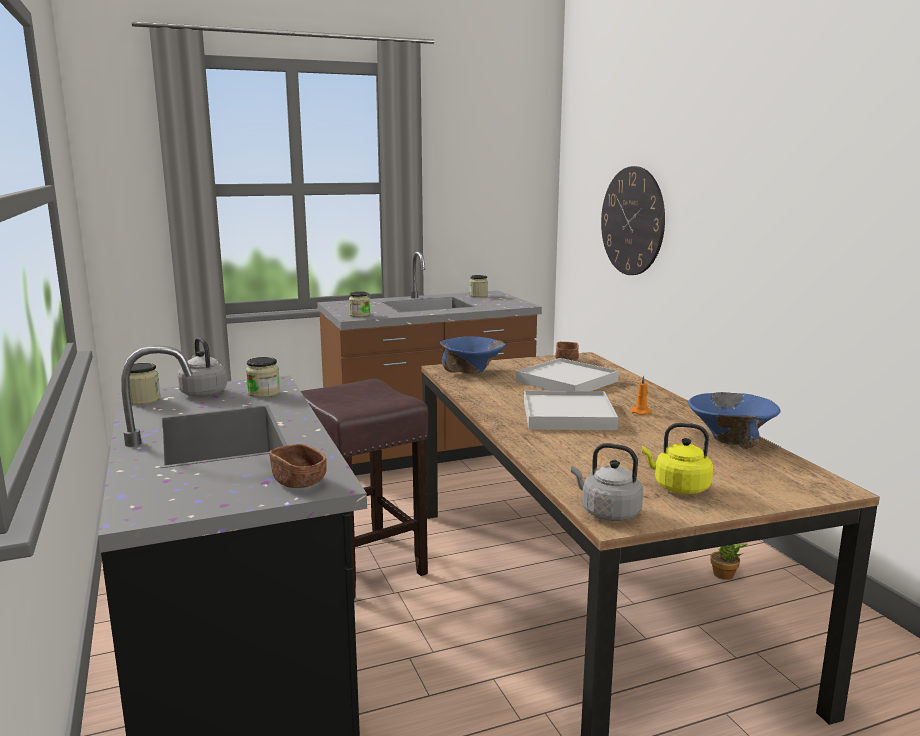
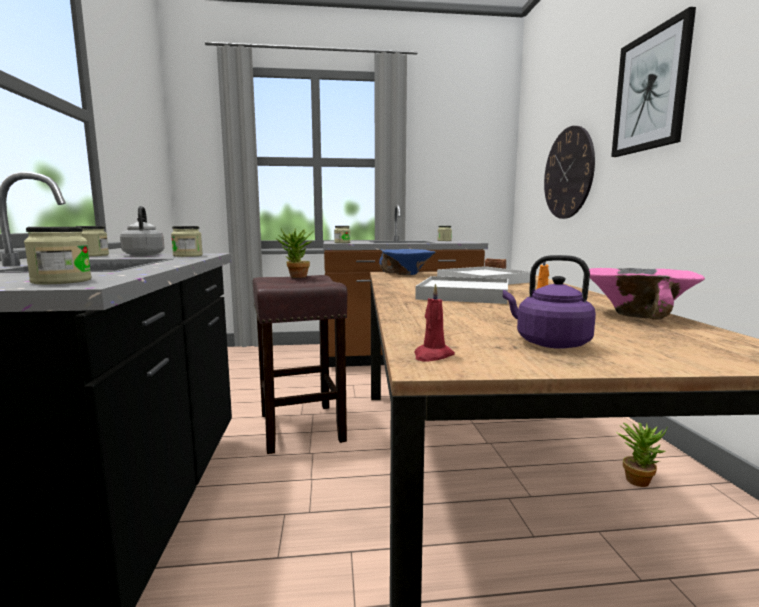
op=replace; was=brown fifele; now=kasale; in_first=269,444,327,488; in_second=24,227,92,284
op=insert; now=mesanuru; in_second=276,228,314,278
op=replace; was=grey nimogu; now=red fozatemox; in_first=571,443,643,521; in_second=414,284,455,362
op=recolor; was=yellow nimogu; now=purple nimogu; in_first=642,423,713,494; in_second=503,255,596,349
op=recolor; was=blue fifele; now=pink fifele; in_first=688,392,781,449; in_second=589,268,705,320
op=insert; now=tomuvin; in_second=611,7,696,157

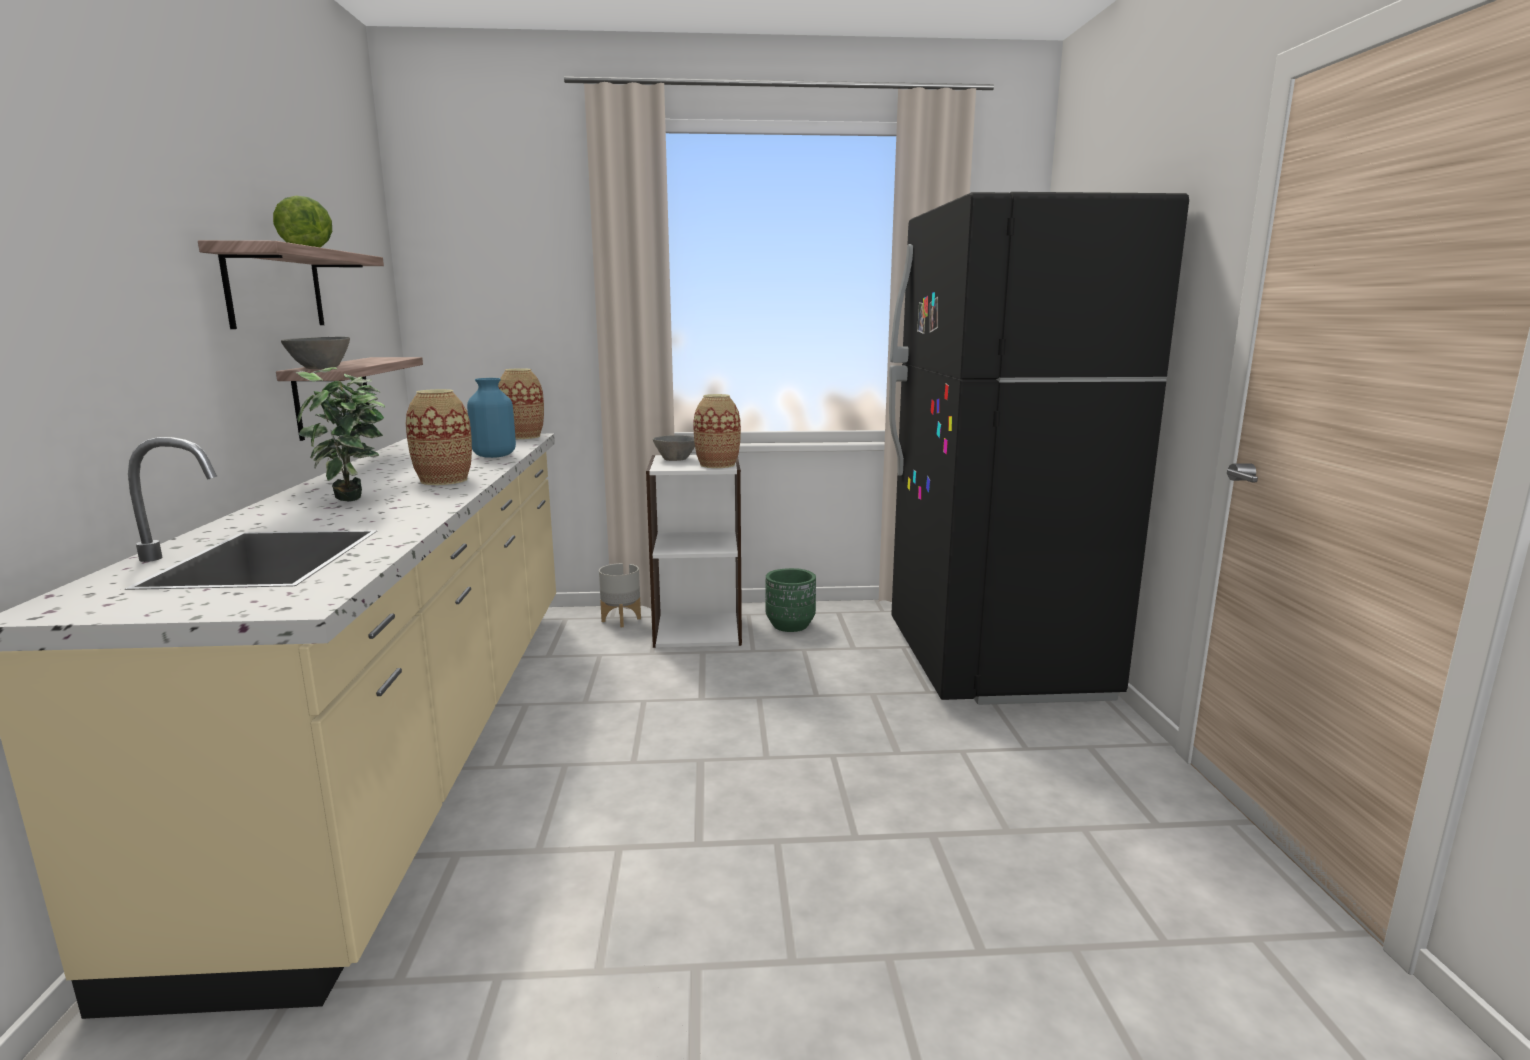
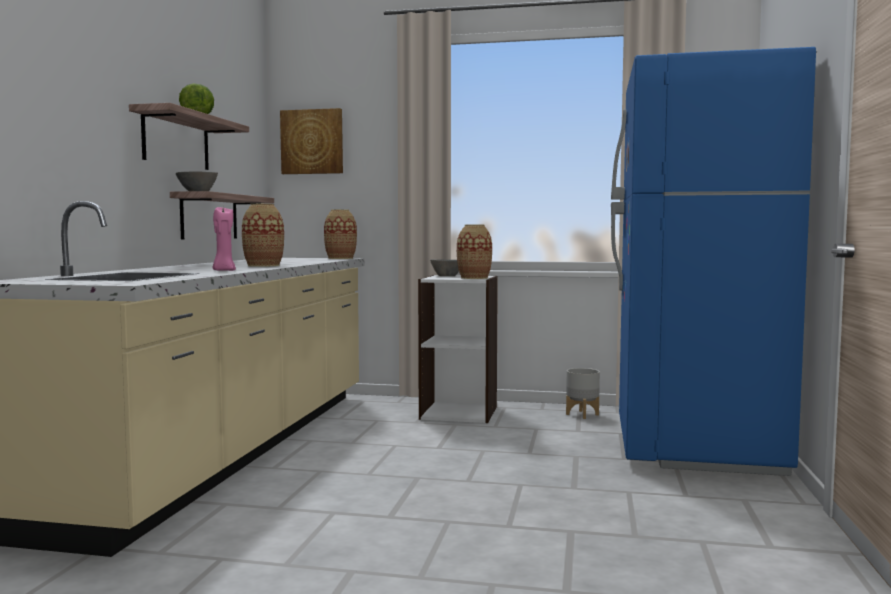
op=insert; now=pink fozatemox; in_second=213,207,236,271
op=insert; now=tomuvin; in_second=280,108,343,174
op=move; was=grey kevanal; in_first=599,563,641,627; in_second=566,368,600,419
op=recolor; was=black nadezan; now=blue nadezan; in_first=889,192,1189,705; in_second=611,47,816,476
op=delete; was=mesanuru; in_first=295,367,385,501
op=delete; was=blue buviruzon; in_first=467,378,516,458
op=delete; was=green kevanal; in_first=765,568,816,632

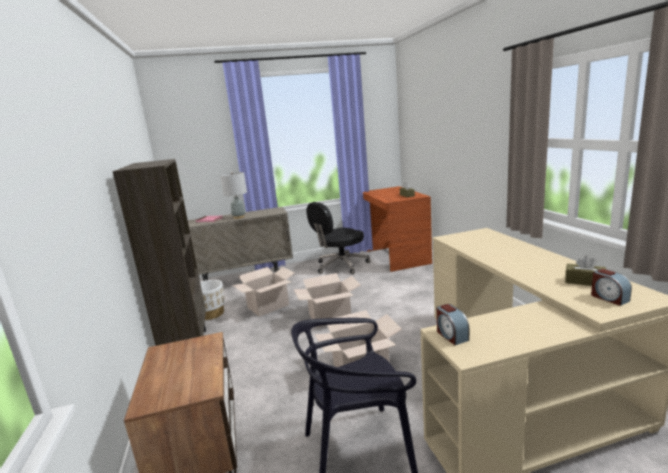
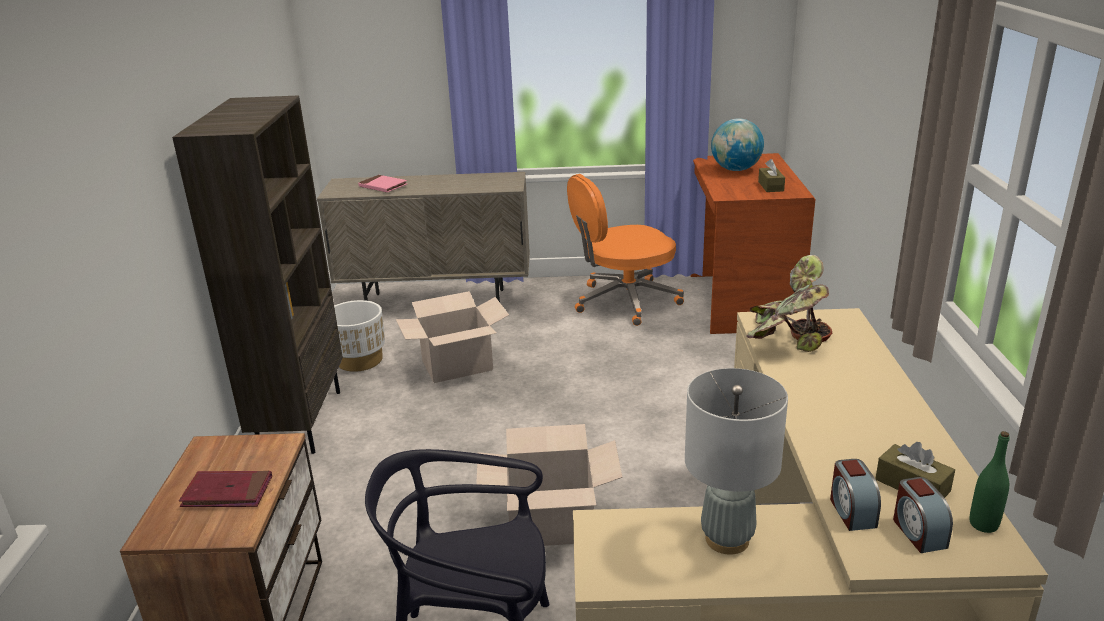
op=insert; now=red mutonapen; in_second=179,471,272,507
op=recolor; was=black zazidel; now=orange zazidel; in_first=306,202,370,274; in_second=567,174,684,326
op=move; was=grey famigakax; in_first=220,172,247,219; in_second=685,368,788,555
op=insert; now=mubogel; in_second=711,118,764,171
op=insert; now=mesanuru; in_second=746,255,833,352
op=move; was=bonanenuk; in_first=437,304,469,345; in_second=830,459,881,531
op=insert; now=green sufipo; in_second=970,431,1010,533
op=delete; was=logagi; in_first=293,273,361,328

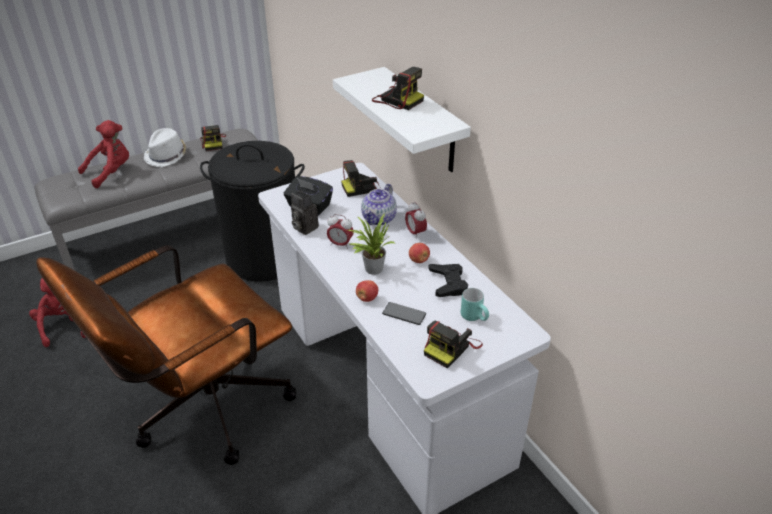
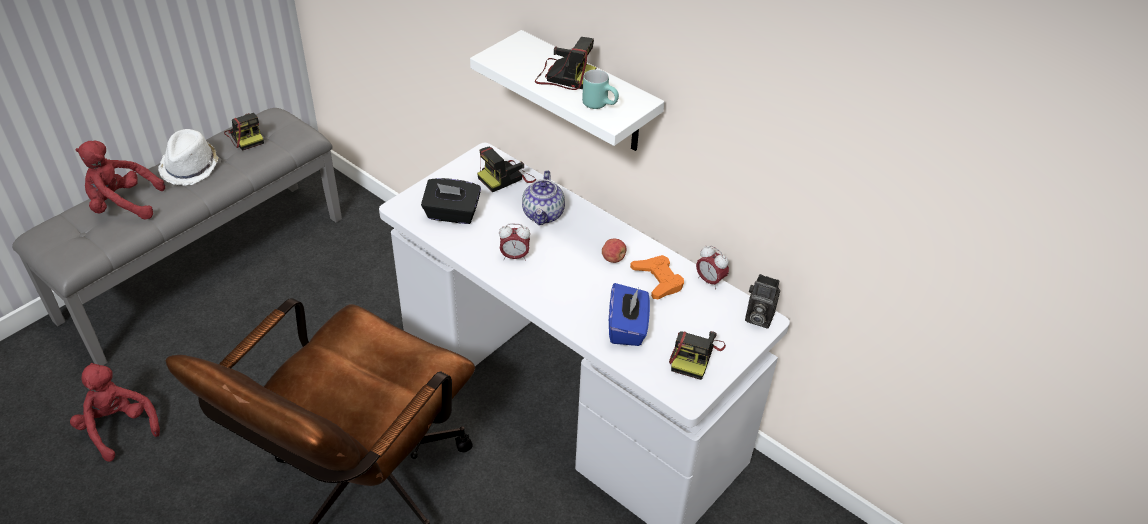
op=rotate; was=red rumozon; in_first=78,120,129,188; in_second=75,141,165,220; clockwise=-120
op=move; was=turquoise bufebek; in_first=461,288,489,321; in_second=582,69,619,109
op=replace; was=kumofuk; now=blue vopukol; in_first=382,302,426,325; in_second=609,283,650,346
op=recolor; was=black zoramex; now=orange zoramex; in_first=428,264,468,297; in_second=630,255,684,299
op=move; was=bonanenuk; in_first=405,202,427,239; in_second=696,246,729,290
op=move; was=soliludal; in_first=291,190,319,235; in_second=745,274,780,329
op=delete; was=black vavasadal; in_first=200,141,305,282
op=delete; was=mesanuru; in_first=347,213,395,275
op=delete; was=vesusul; in_first=356,280,378,302

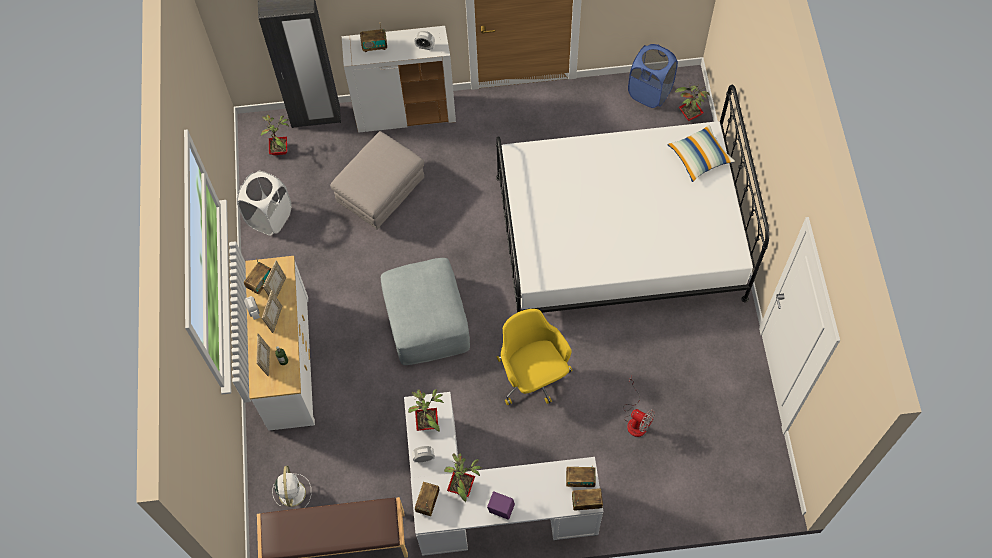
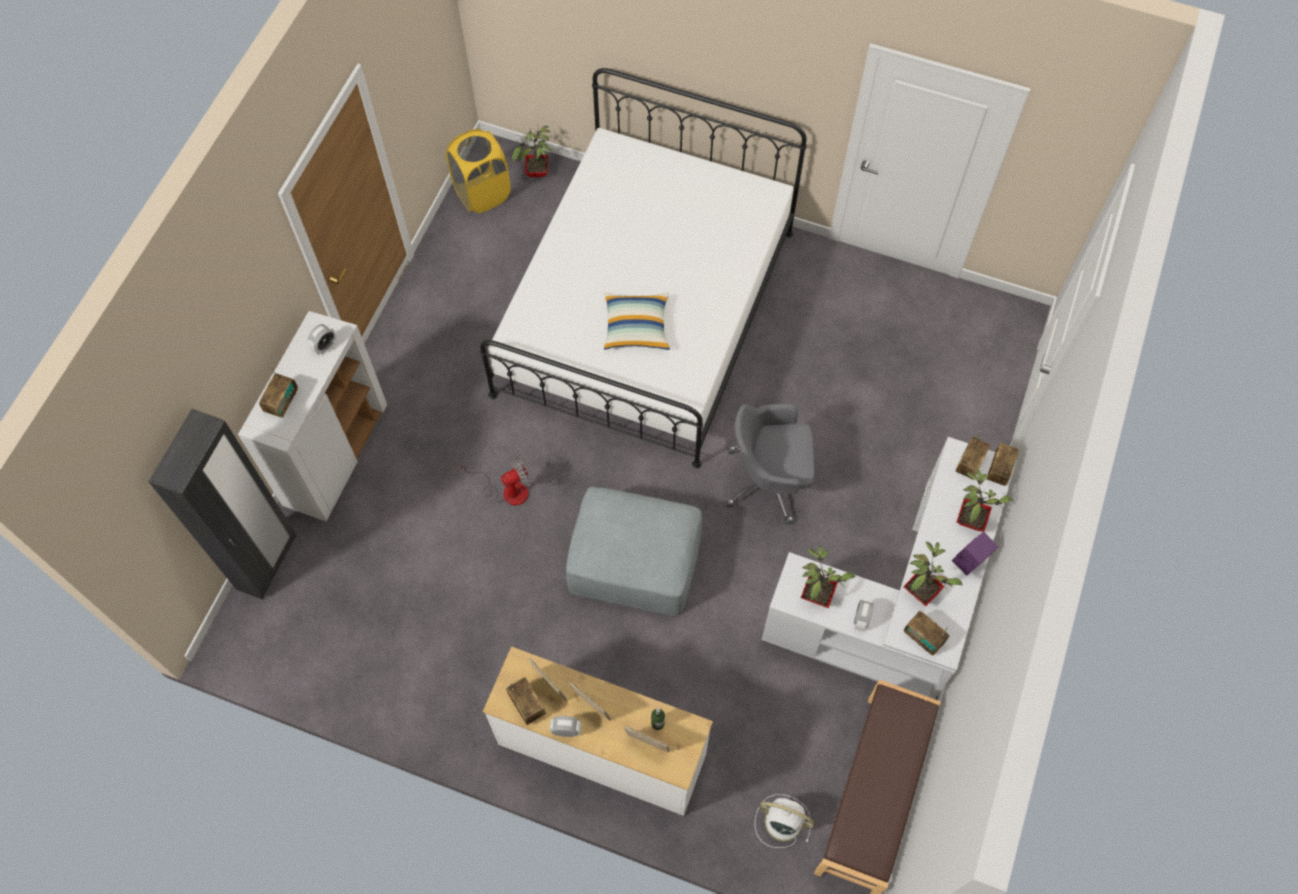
op=recolor; was=blue vavasadal; now=yellow vavasadal; in_first=628,44,678,108; in_second=446,129,511,213
op=move; was=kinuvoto; in_first=624,376,655,437; in_second=458,458,531,506
op=move; was=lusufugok; in_first=667,125,735,182; in_second=604,293,670,350
op=recolor; was=yellow zazidel; now=grey zazidel; in_first=497,309,572,405; in_second=726,404,815,524
op=move; was=mesanuru; in_first=261,115,289,155; in_second=957,469,1012,532
op=delete; was=white vavasadal; in_first=237,171,291,236
op=delete; was=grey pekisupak; in_first=330,131,424,230

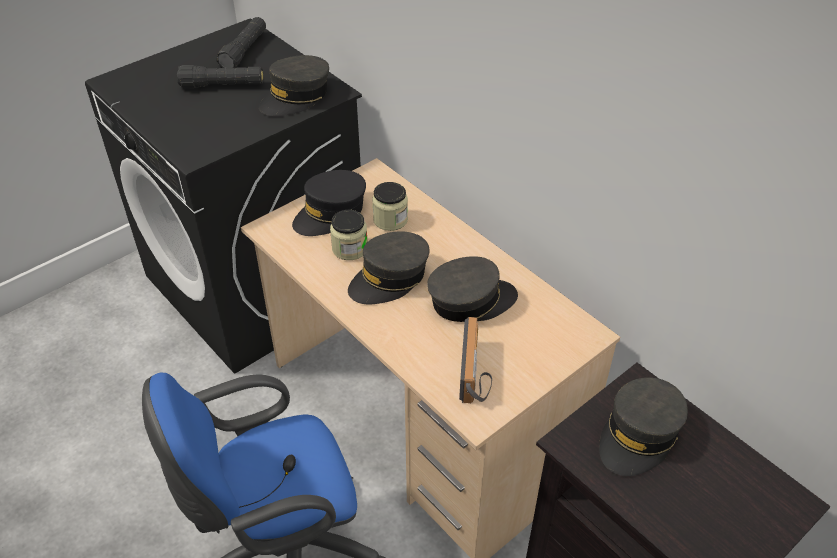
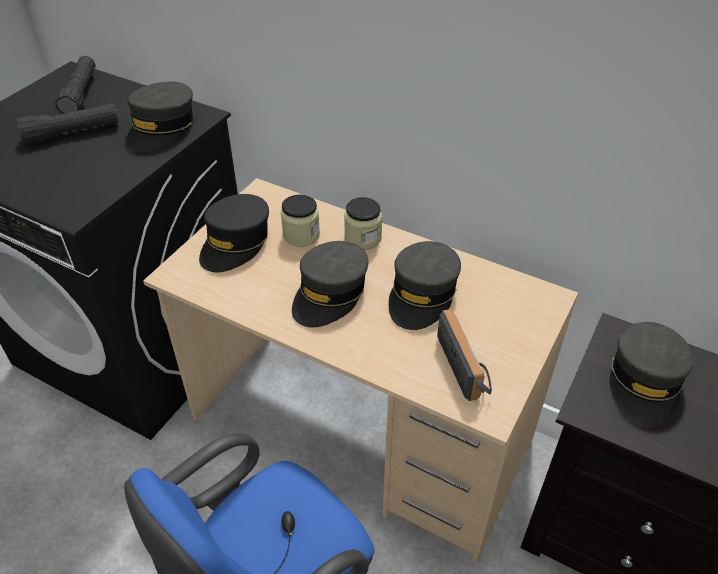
op=move; was=kasale; in_first=330,210,368,260; in_second=344,197,382,250
op=rotate; was=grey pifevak; in_first=427,256,518,322; in_second=389,241,461,330; clockwise=150

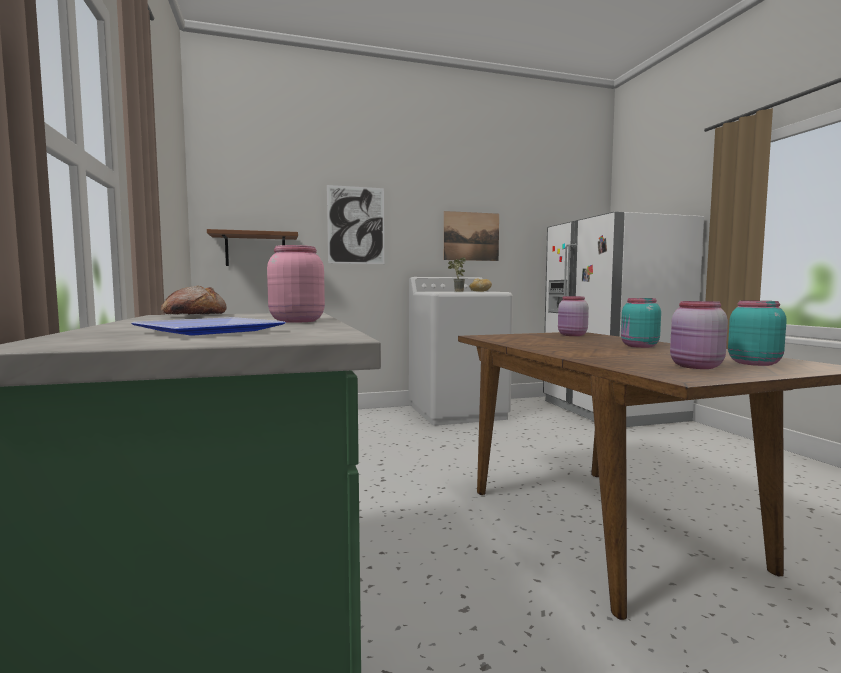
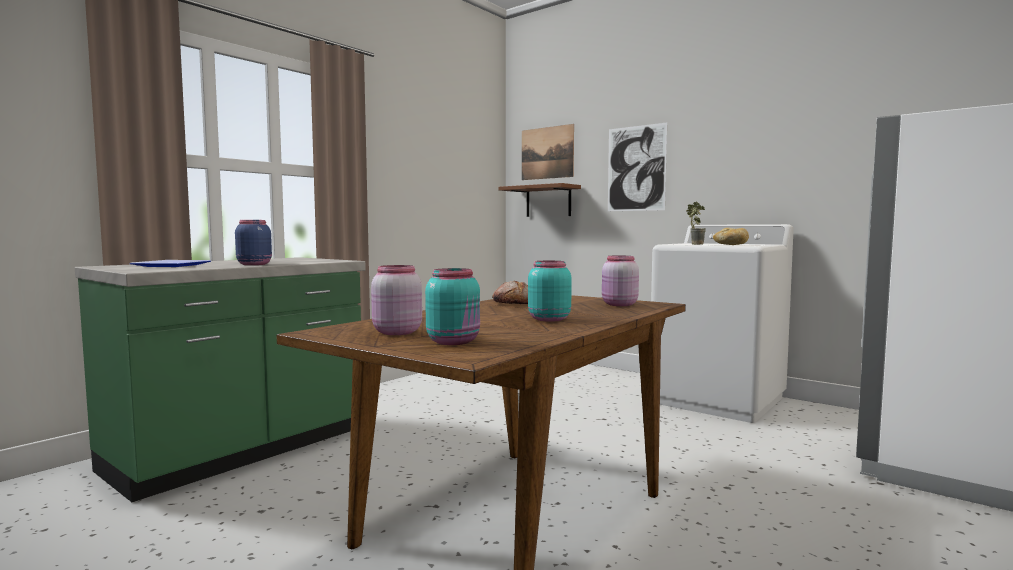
op=recolor; was=pink kasale; now=blue kasale; in_first=267,245,325,323; in_second=235,220,272,265
op=move; was=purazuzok; in_first=161,285,227,315; in_second=492,281,528,304
op=move; was=tomuvin; in_first=444,211,499,261; in_second=522,124,574,180

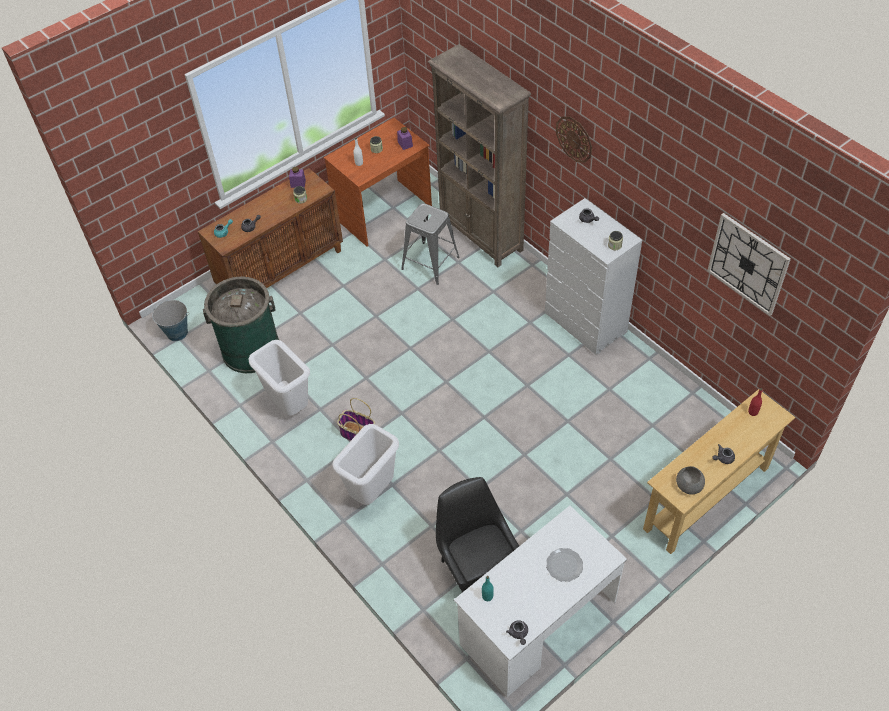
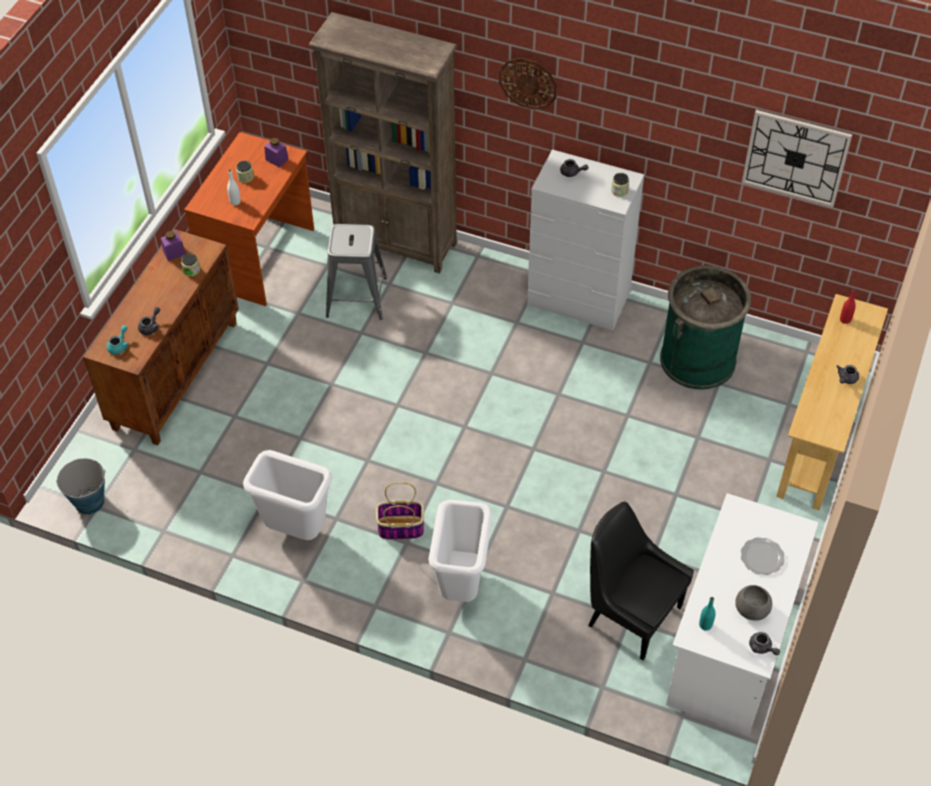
op=move; was=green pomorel; in_first=203,277,279,373; in_second=660,265,751,390
op=move; was=grey fifele; in_first=676,466,705,495; in_second=735,585,772,621

